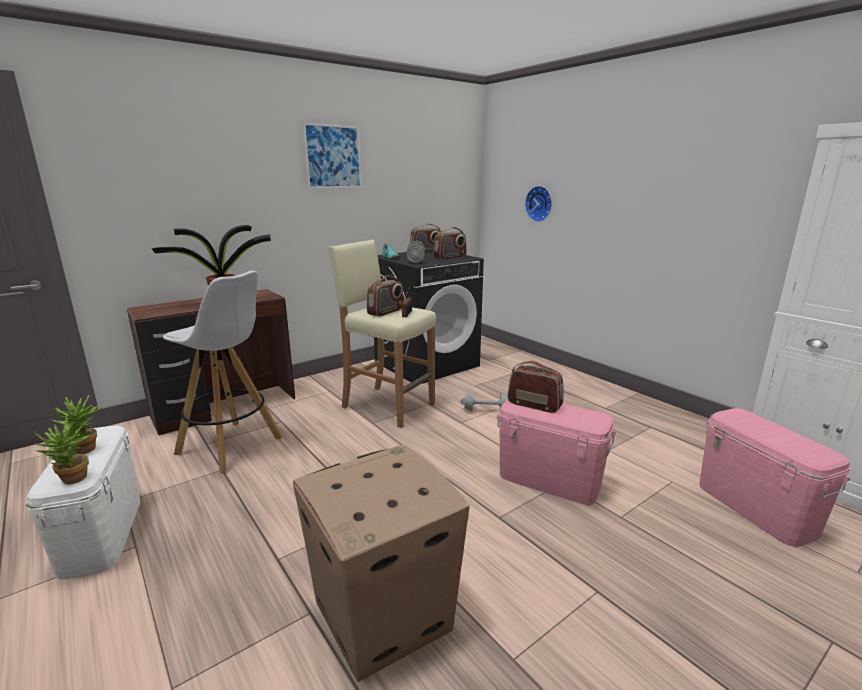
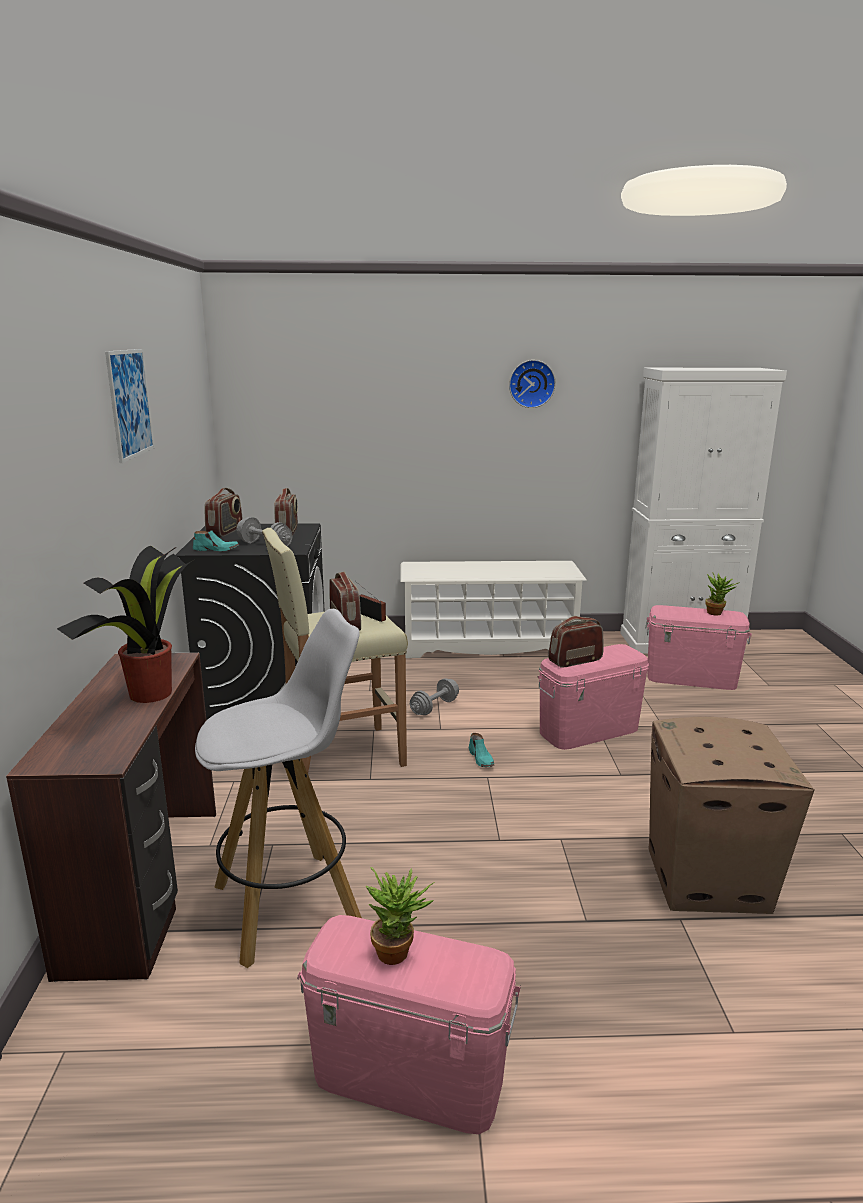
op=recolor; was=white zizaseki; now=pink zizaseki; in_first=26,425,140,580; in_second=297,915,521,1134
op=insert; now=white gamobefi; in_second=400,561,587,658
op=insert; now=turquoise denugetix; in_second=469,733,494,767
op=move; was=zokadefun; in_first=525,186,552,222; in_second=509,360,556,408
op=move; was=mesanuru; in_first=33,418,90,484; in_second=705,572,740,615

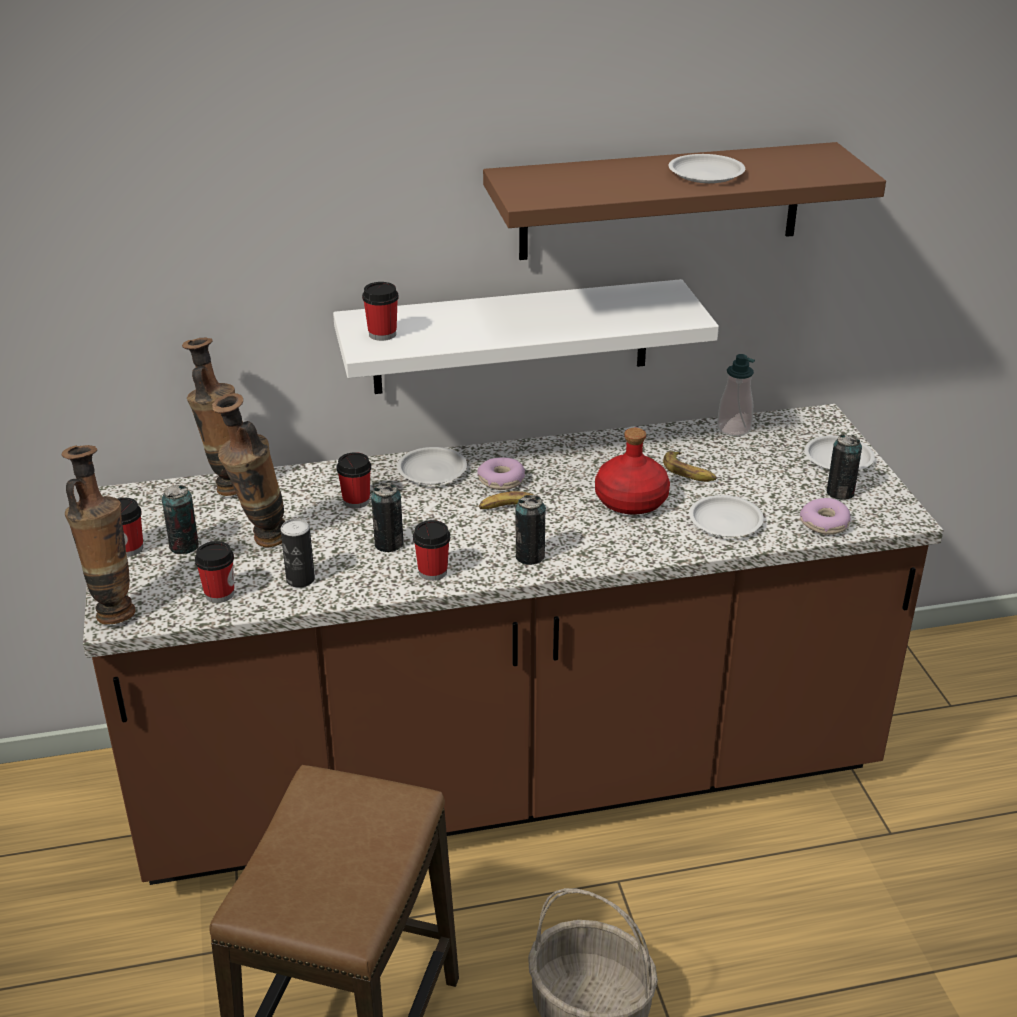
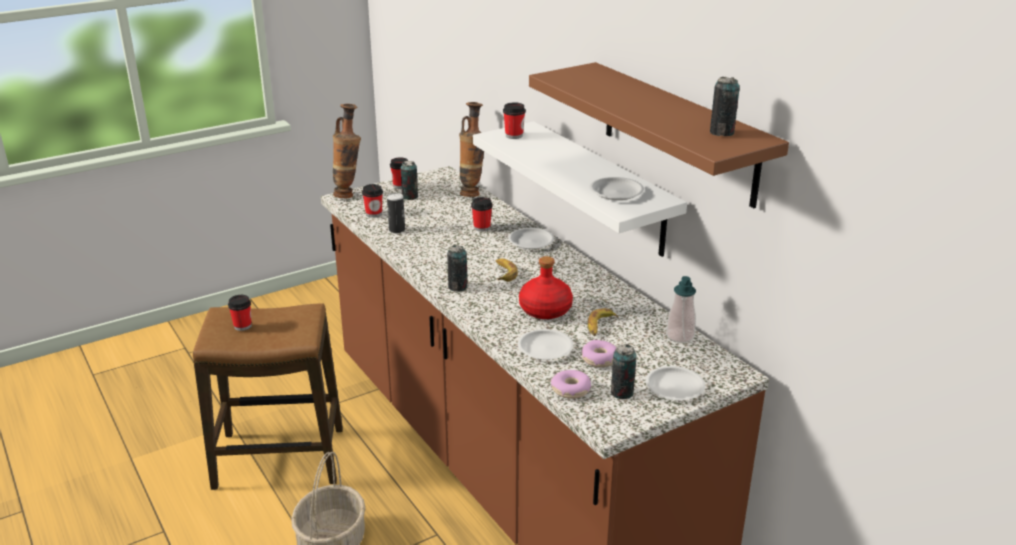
op=move; was=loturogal; in_first=413,520,450,581; in_second=228,295,252,331
op=move; was=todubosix; in_first=477,457,525,490; in_second=581,340,616,367
op=move; was=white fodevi; in_first=668,154,745,183; in_second=590,177,644,200
op=move; was=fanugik; in_first=371,483,404,552; in_second=710,77,740,136
op=delete; was=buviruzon; in_first=212,393,285,548

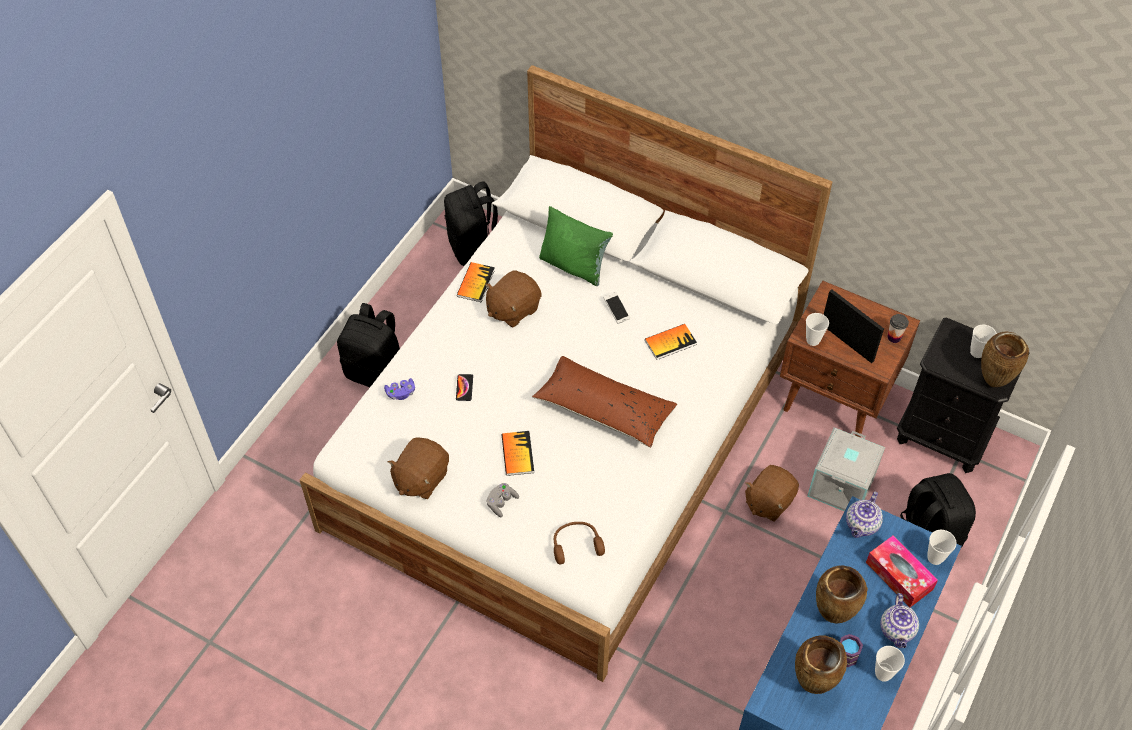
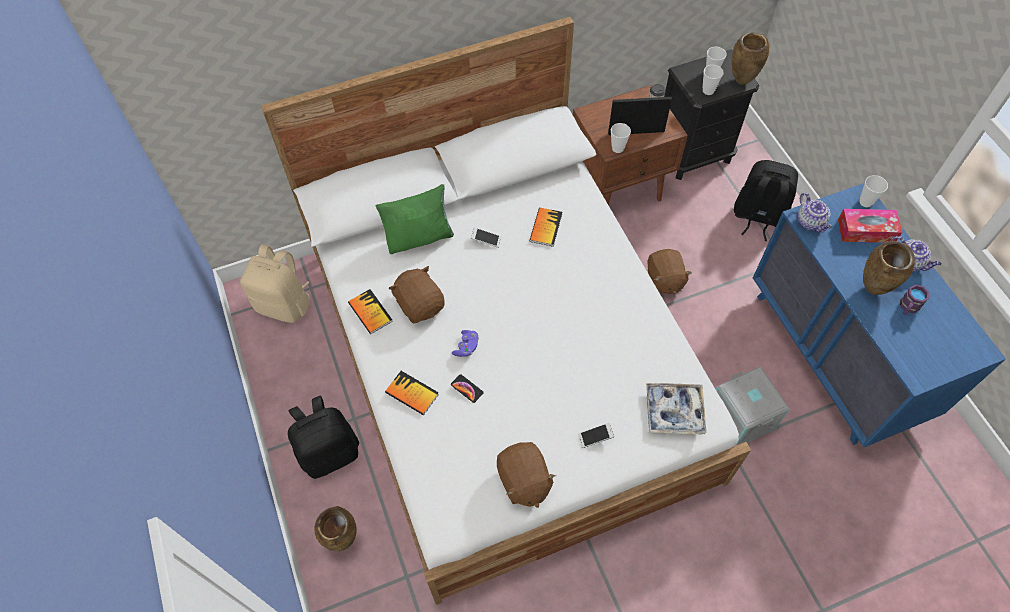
op=recolor; was=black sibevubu; now=beige sibevubu; in_first=444,181,498,266; in_second=240,245,310,323
op=move; was=brown buviruzon; in_first=795,635,847,694; in_second=314,506,357,551
op=move; was=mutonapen; in_first=501,431,534,476; in_second=385,371,439,415
op=rotate; was=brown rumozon; in_first=485,271,542,327; in_second=389,266,445,324; clockwise=150
op=move; was=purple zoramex; in_first=384,378,415,400; in_second=452,330,479,357
op=replace; was=grey zoramex; now=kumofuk; in_first=487,483,519,517; in_second=578,423,614,448
op=replace; was=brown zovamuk; now=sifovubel; in_first=554,522,605,564; in_second=646,383,706,434
op=move; was=loturogal; in_first=875,646,905,682; in_second=703,65,724,95
op=move; was=grey zizaseki; in_first=807,427,885,511; in_second=716,367,790,445
op=delete; was=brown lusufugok; in_first=532,356,677,448

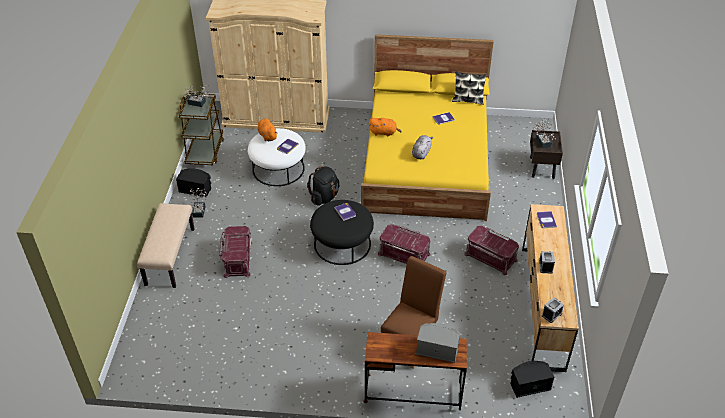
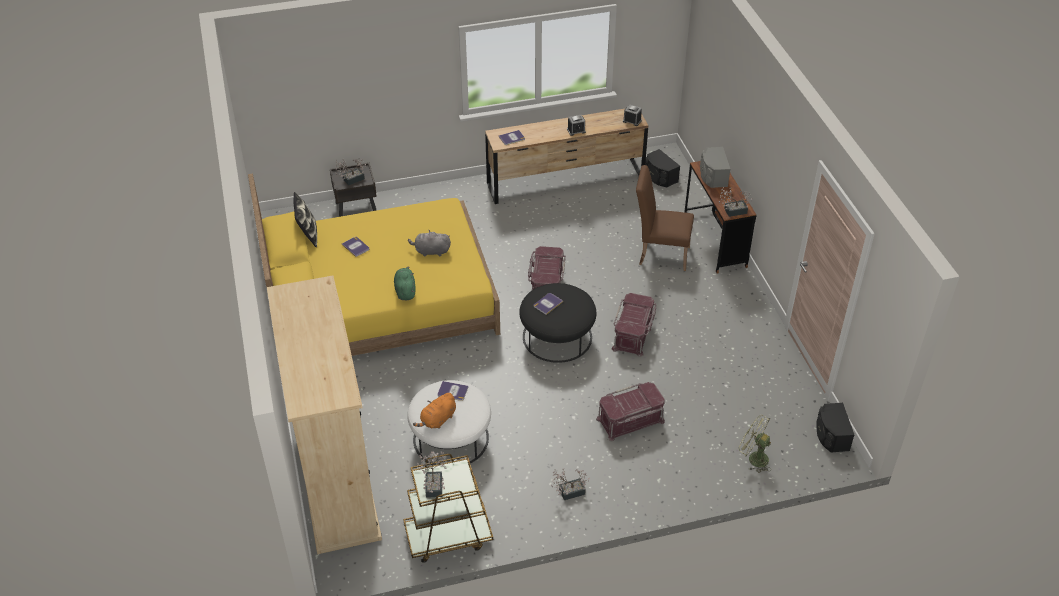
op=recolor; was=orange rumozon; now=green rumozon; in_first=369,118,402,136; in_second=394,266,416,300
op=move; was=red zizaseki; in_first=464,226,519,275; in_second=612,293,657,357
op=insert; now=mesanuru; in_second=719,187,753,217
op=insert; now=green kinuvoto; in_second=738,415,771,473
op=move; was=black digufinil; in_first=176,168,211,197; in_second=816,403,855,452
op=delete; was=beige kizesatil; in_first=137,203,195,288
op=delete; was=black sibevubu; in_first=307,166,339,206

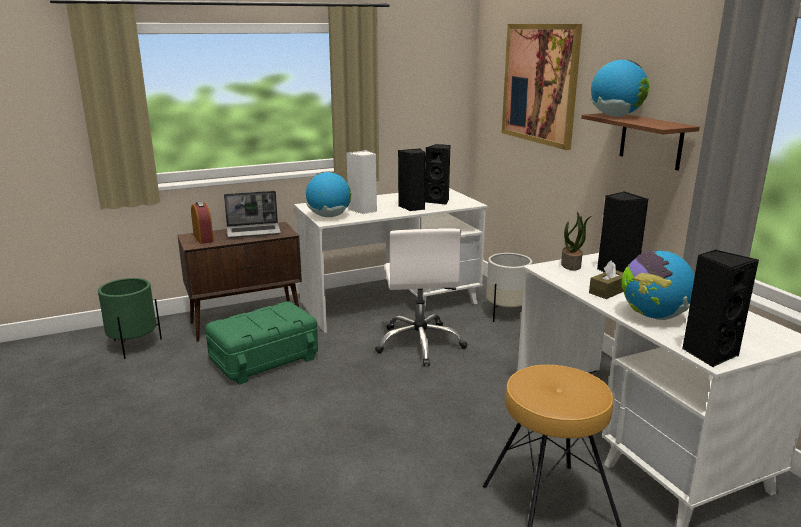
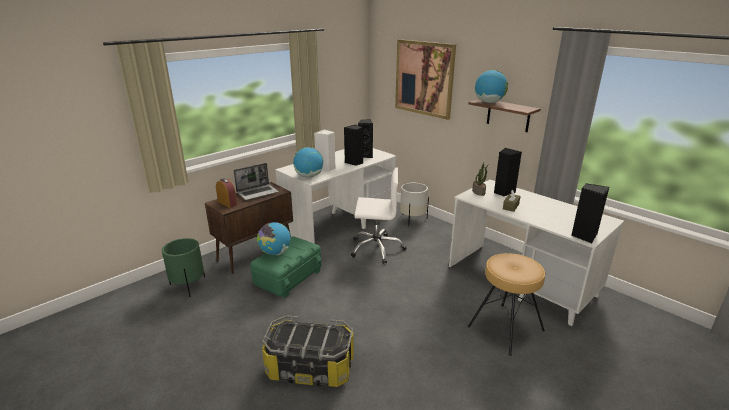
op=move; was=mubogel; in_first=622,250,695,320; in_second=257,222,291,255
op=insert; now=zizaseki; in_second=262,315,354,387
op=rotate; was=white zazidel; in_first=375,228,467,366; in_second=351,168,406,264; clockwise=-60

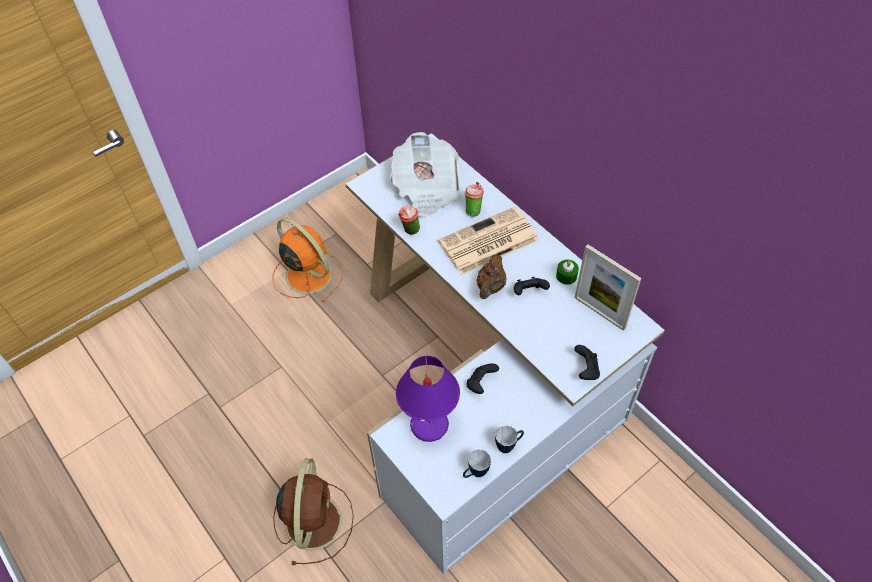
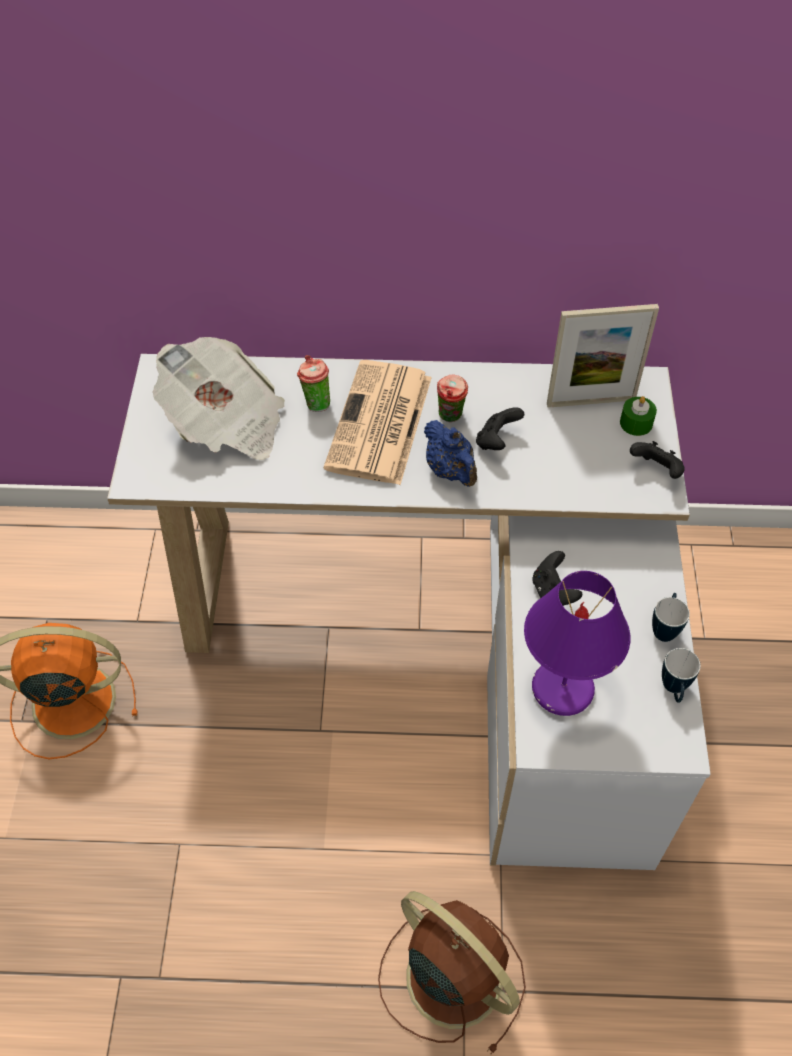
op=recolor; was=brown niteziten; now=blue niteziten; in_first=476,255,506,299; in_second=424,420,477,487
op=move; was=loturogal; in_first=398,206,420,235; in_second=437,374,468,422
op=move; was=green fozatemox; in_first=556,260,579,285; in_second=620,396,657,436

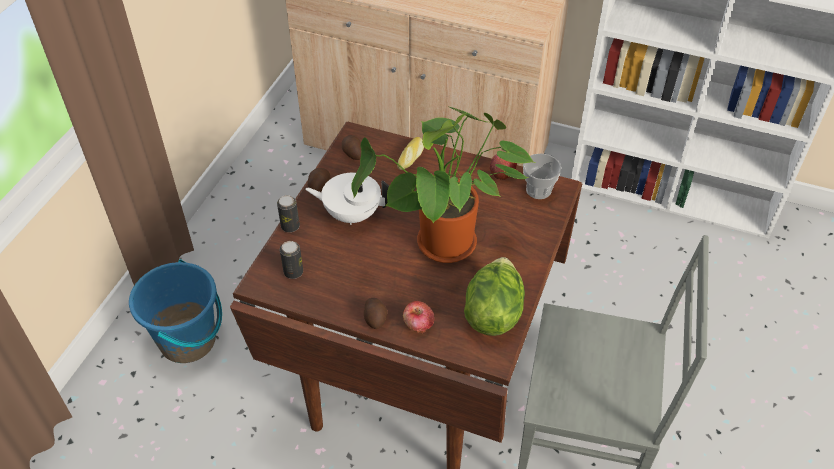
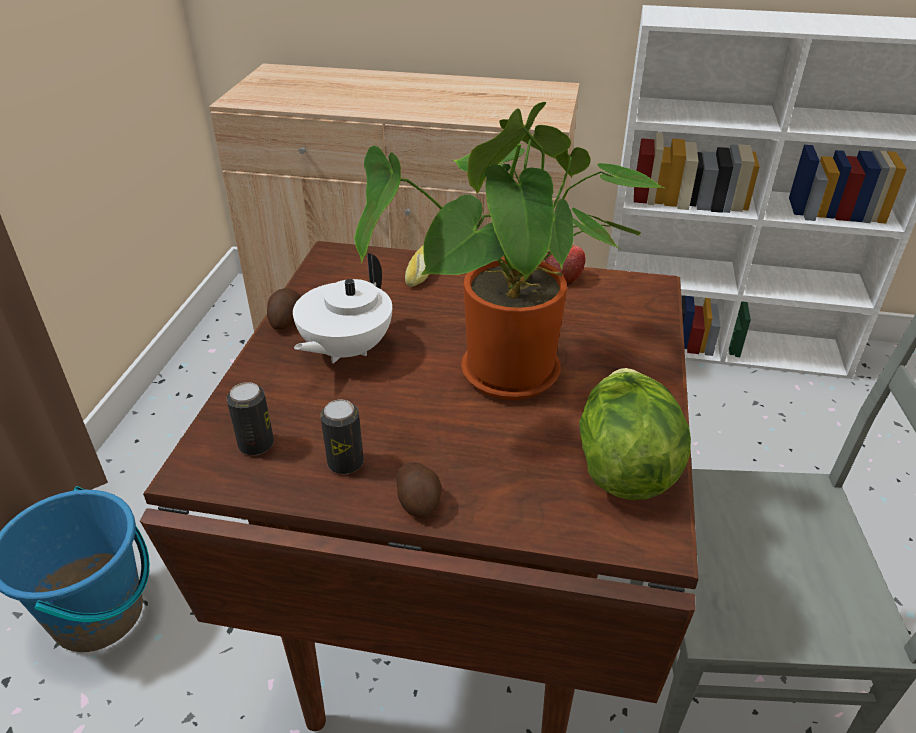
op=rotate; was=white niteziten; in_first=305,173,389,225; in_second=293,253,392,364; clockwise=-60
op=move; was=fanugik; in_first=277,195,300,232; in_second=320,399,364,474
op=delete; was=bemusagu; in_first=342,135,361,160
op=delete; was=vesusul; in_first=403,301,434,333
op=delete; was=loturogal; in_first=523,153,561,199

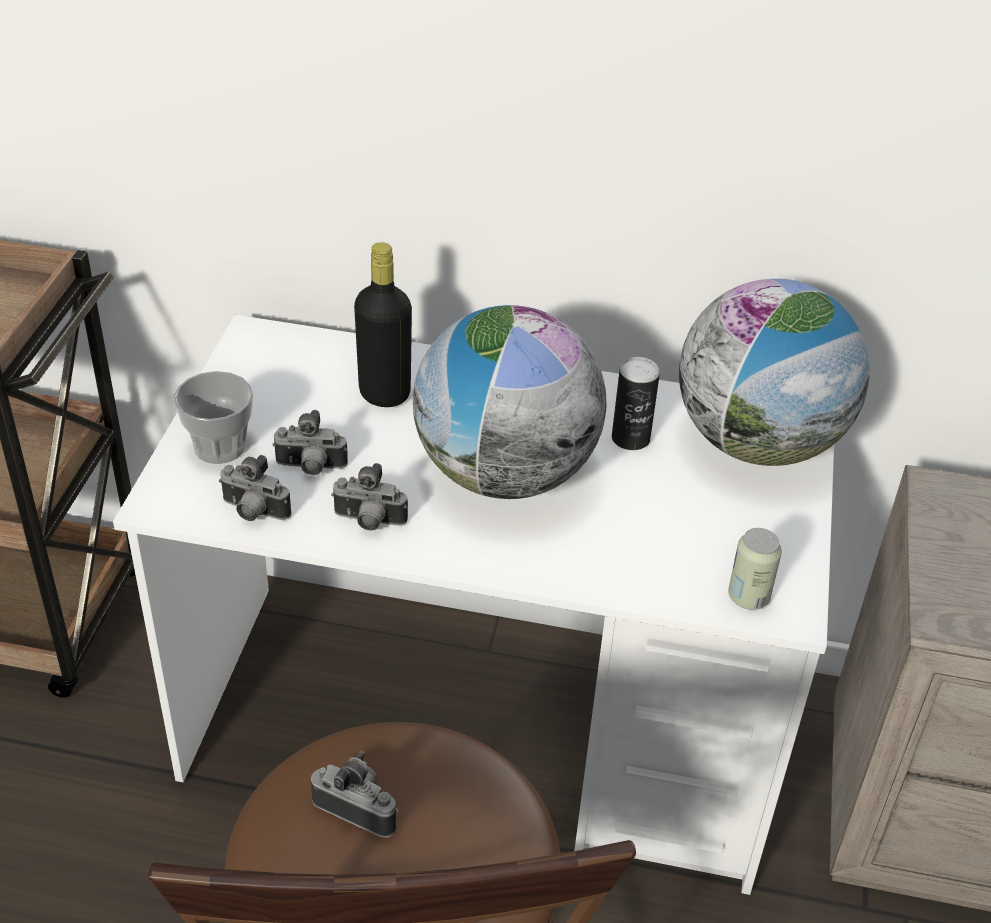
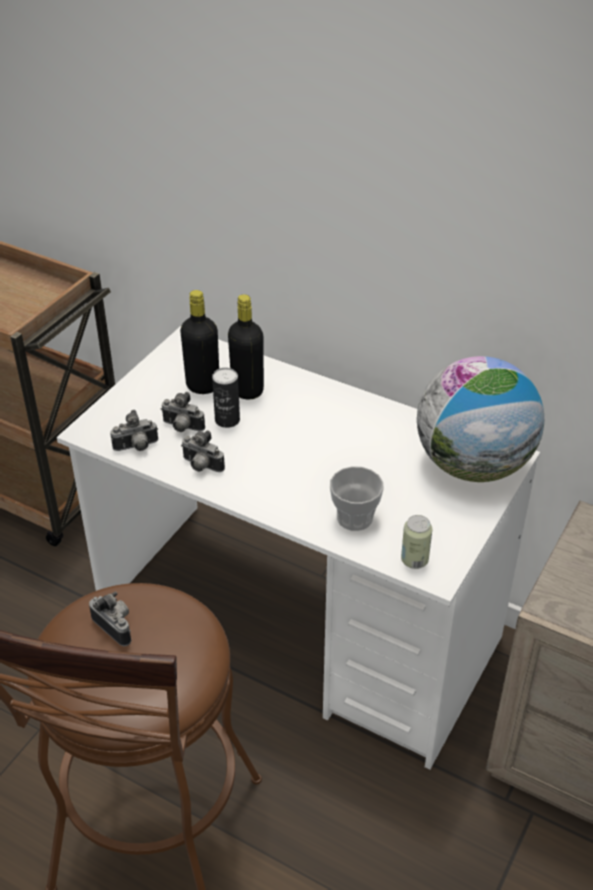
op=rotate; was=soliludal; in_first=219,455,291,521; in_second=111,410,158,451; clockwise=-60
op=insert; now=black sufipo; in_second=180,290,219,394
op=move; was=fanugik; in_first=612,357,660,450; in_second=212,368,240,428
op=move; was=loturogal; in_first=174,371,253,464; in_second=330,466,384,531
op=delete; was=mubogel; in_first=413,305,606,499

